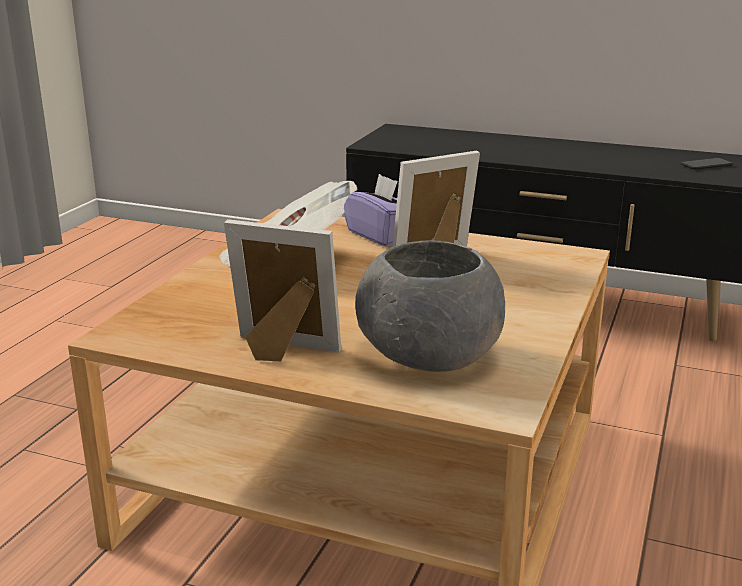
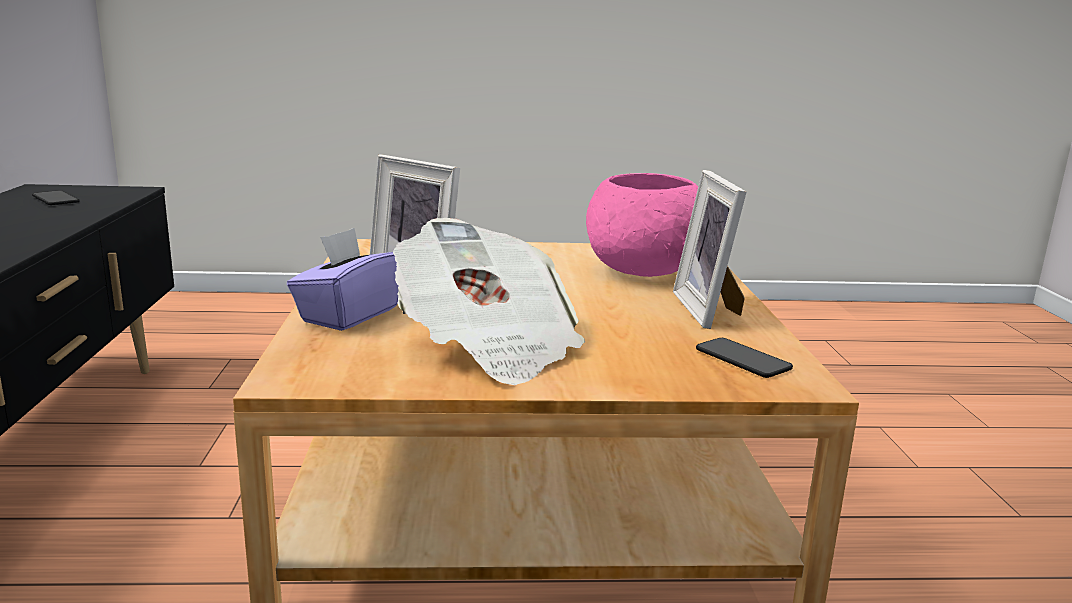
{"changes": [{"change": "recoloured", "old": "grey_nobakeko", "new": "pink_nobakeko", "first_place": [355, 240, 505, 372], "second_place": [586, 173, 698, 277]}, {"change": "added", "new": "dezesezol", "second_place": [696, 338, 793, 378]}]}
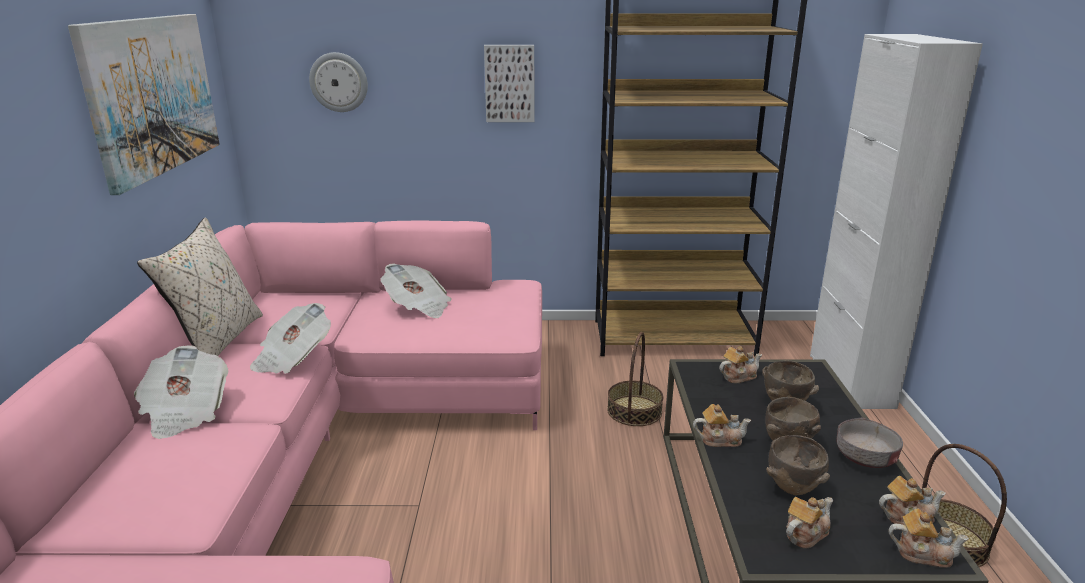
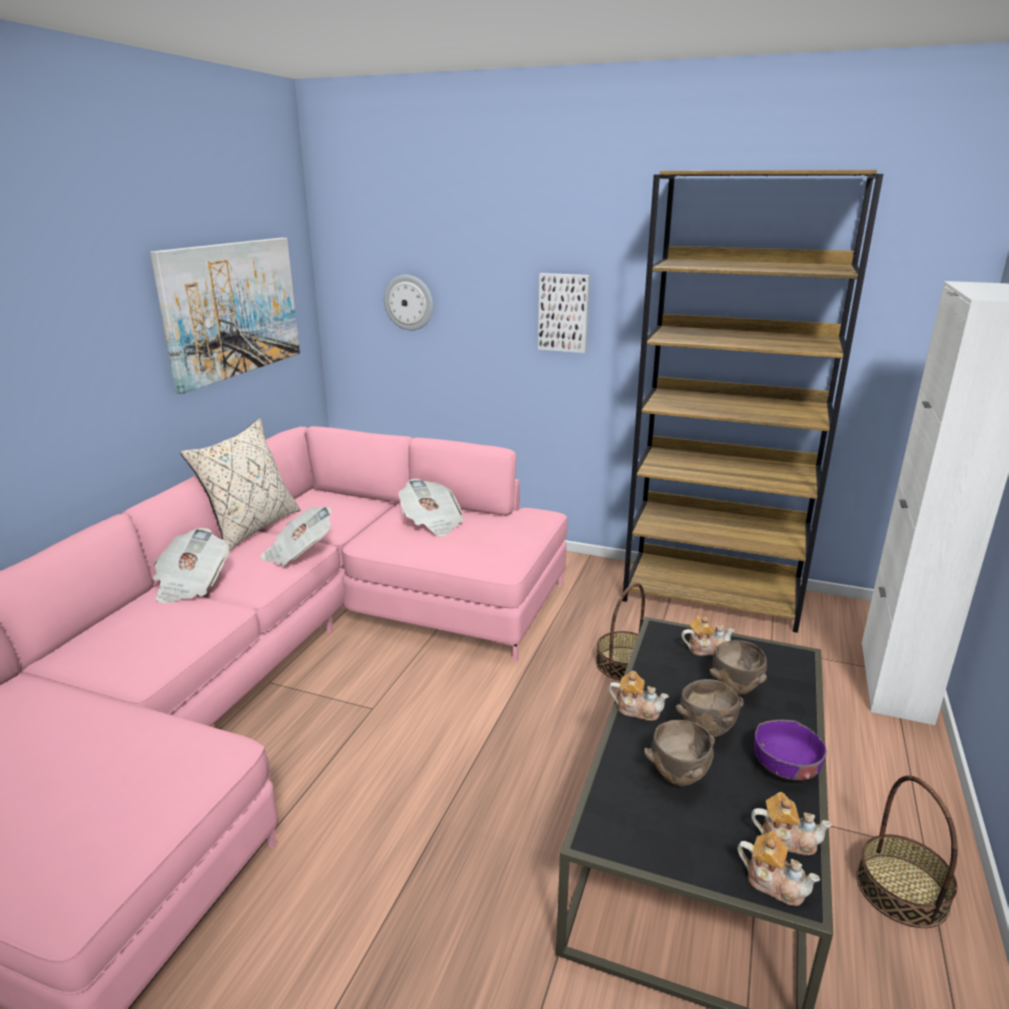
{"changes": [{"change": "recoloured", "old": "grey_nobakeko", "new": "purple_nobakeko", "first_place": [837, 418, 903, 468], "second_place": [754, 720, 827, 781]}, {"change": "removed", "old": "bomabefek", "first_place": [786, 497, 833, 548]}]}
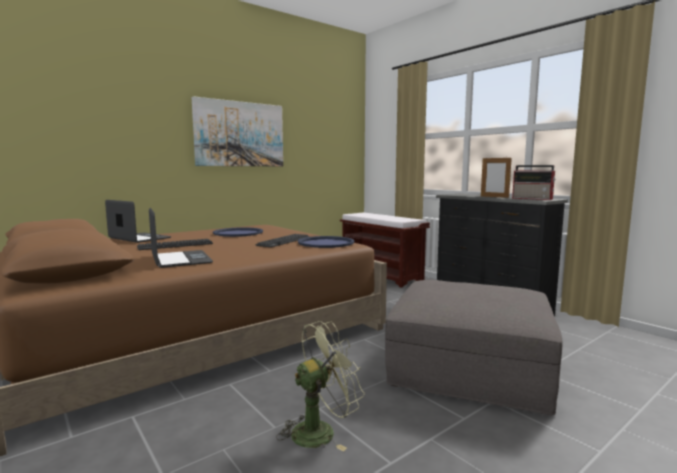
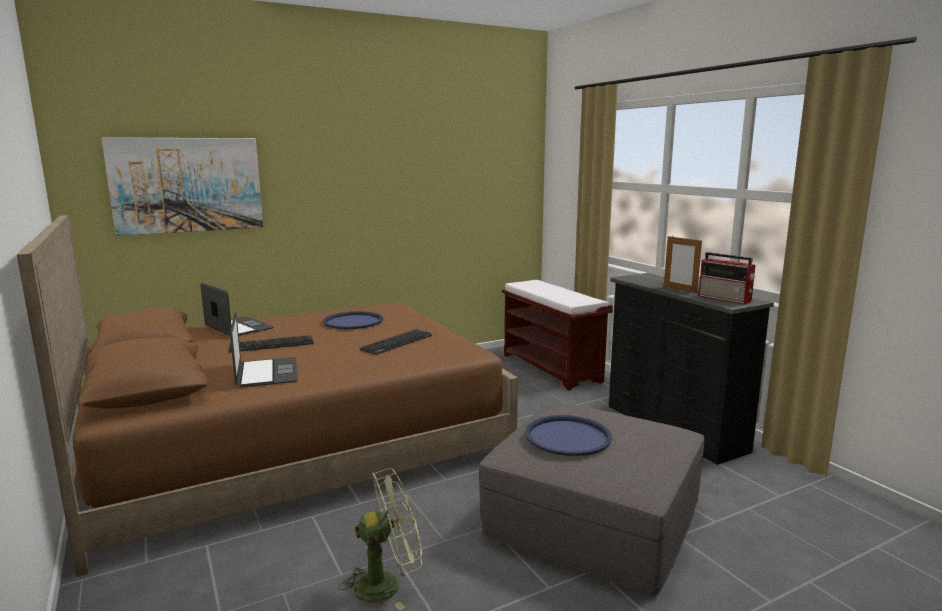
{"changes": [{"change": "moved", "old": "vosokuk", "first_place": [192, 96, 283, 166], "second_place": [102, 137, 263, 236]}, {"change": "moved", "old": "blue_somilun", "first_place": [298, 236, 355, 248], "second_place": [525, 415, 612, 456]}]}
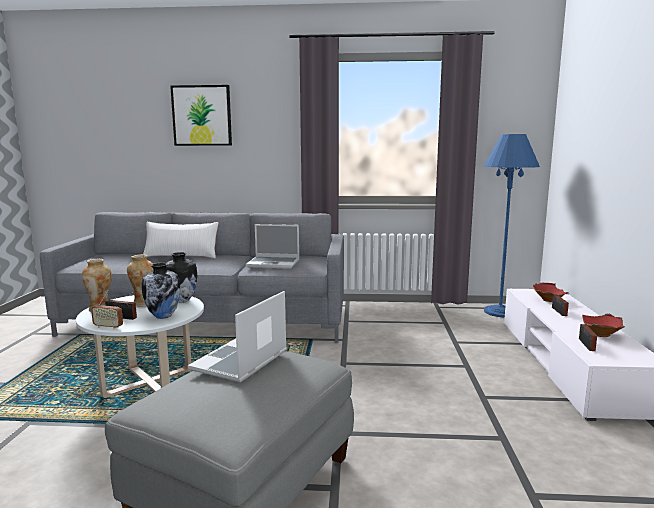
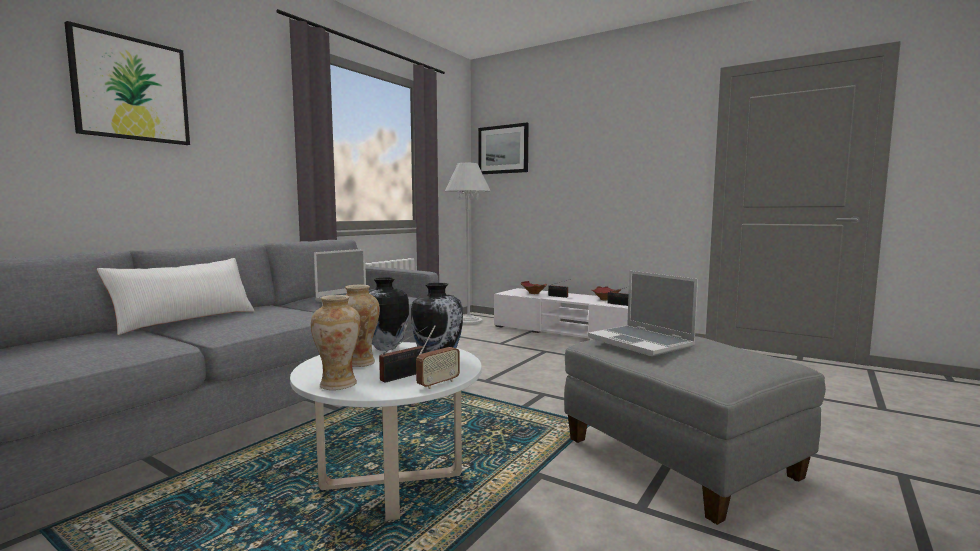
{"changes": [{"change": "recoloured", "old": "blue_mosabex", "new": "white_mosabex", "first_place": [484, 134, 540, 317], "second_place": [445, 163, 491, 325]}, {"change": "added", "new": "vosokuk", "second_place": [478, 123, 528, 174]}]}
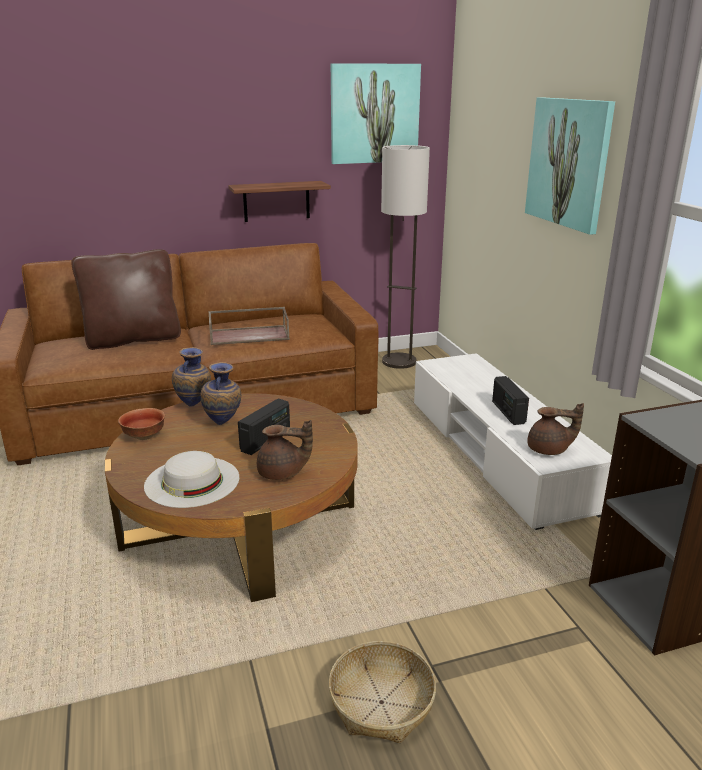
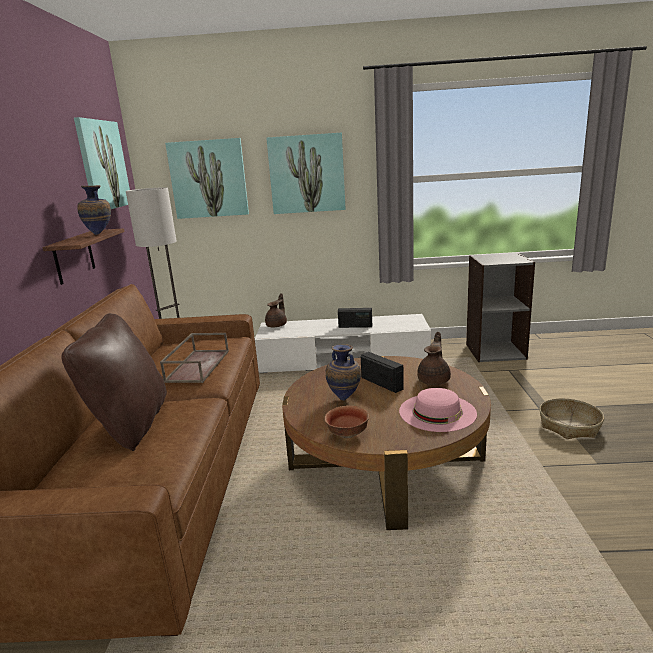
{"changes": [{"change": "moved", "old": "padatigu", "first_place": [172, 347, 211, 407], "second_place": [77, 185, 111, 235]}, {"change": "moved", "old": "brown_bomabefek", "first_place": [528, 403, 584, 455], "second_place": [265, 293, 287, 327]}, {"change": "recoloured", "old": "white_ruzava", "new": "pink_ruzava", "first_place": [144, 451, 239, 508], "second_place": [399, 388, 477, 432]}, {"change": "added", "new": "vosokuk", "second_place": [165, 138, 249, 219]}]}
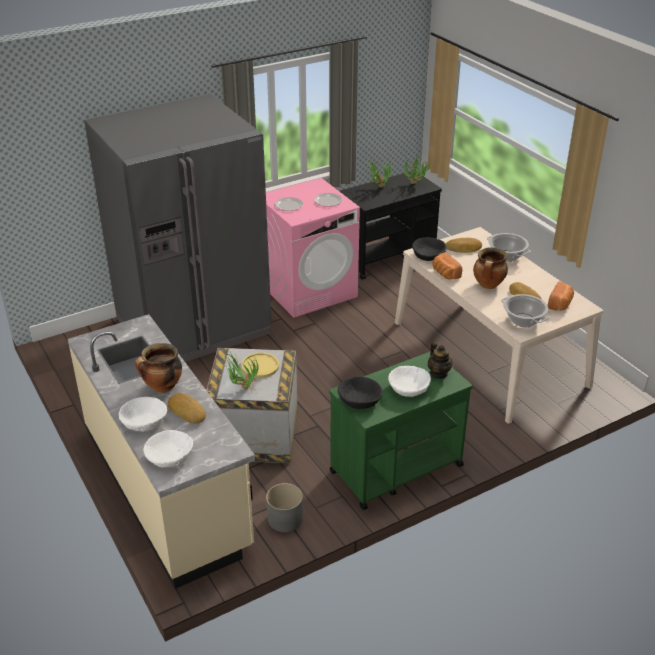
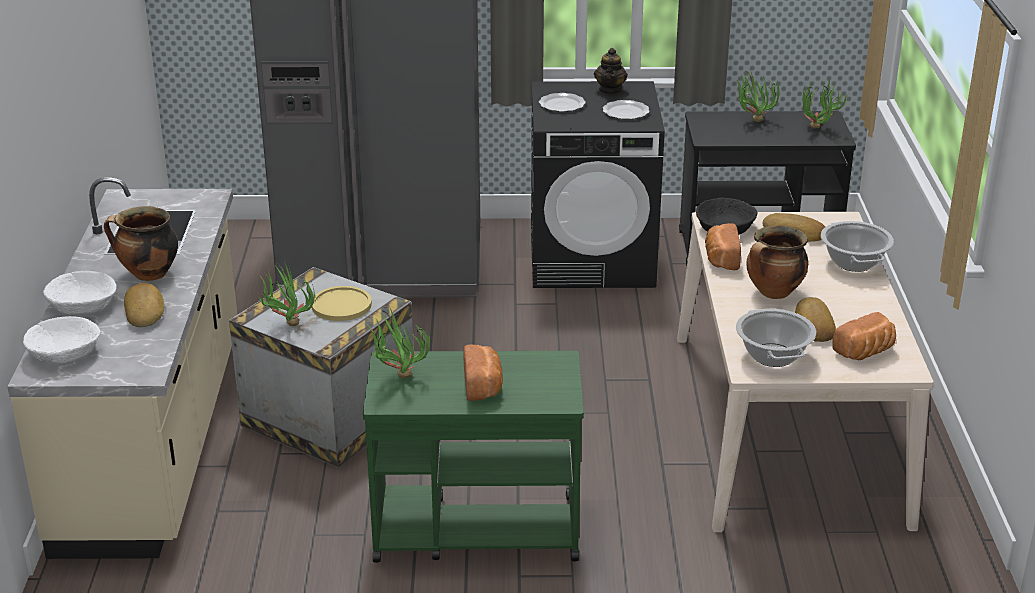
{"changes": [{"change": "recoloured", "old": "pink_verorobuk", "new": "black_verorobuk", "first_place": [266, 178, 360, 318], "second_place": [531, 81, 665, 288]}, {"change": "moved", "old": "bomabefek", "first_place": [428, 342, 453, 379], "second_place": [594, 48, 628, 95]}, {"change": "replaced", "old": "white_nobakeko", "new": "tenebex", "first_place": [388, 366, 431, 397], "second_place": [464, 344, 503, 401]}, {"change": "replaced", "old": "black_nobakeko", "new": "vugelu", "first_place": [338, 376, 383, 409], "second_place": [368, 308, 430, 379]}, {"change": "removed", "old": "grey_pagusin", "first_place": [266, 483, 303, 532]}]}
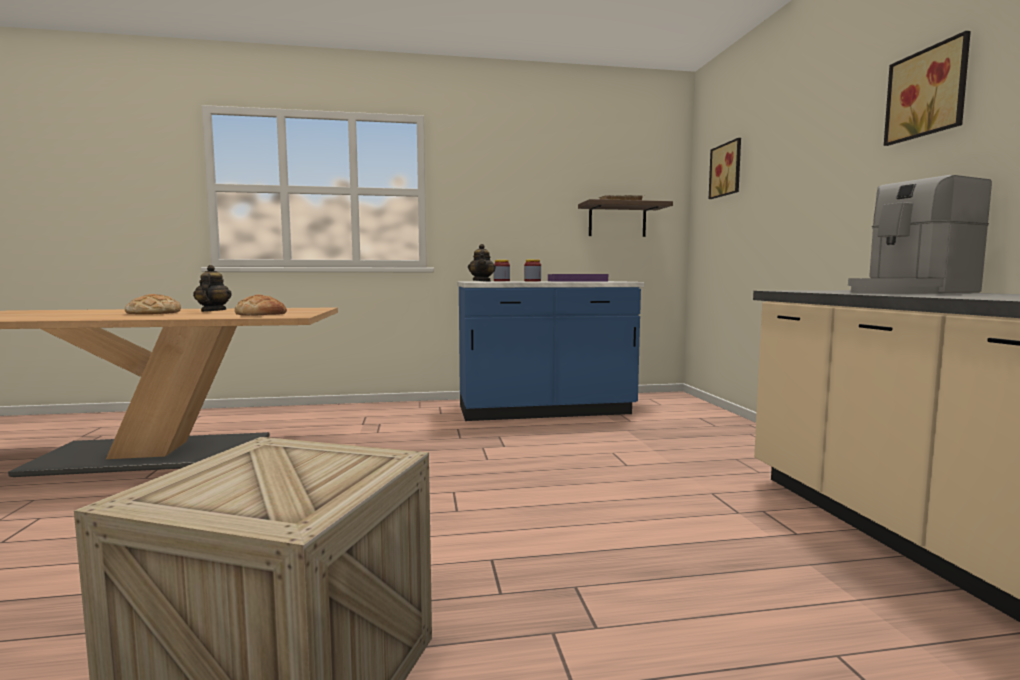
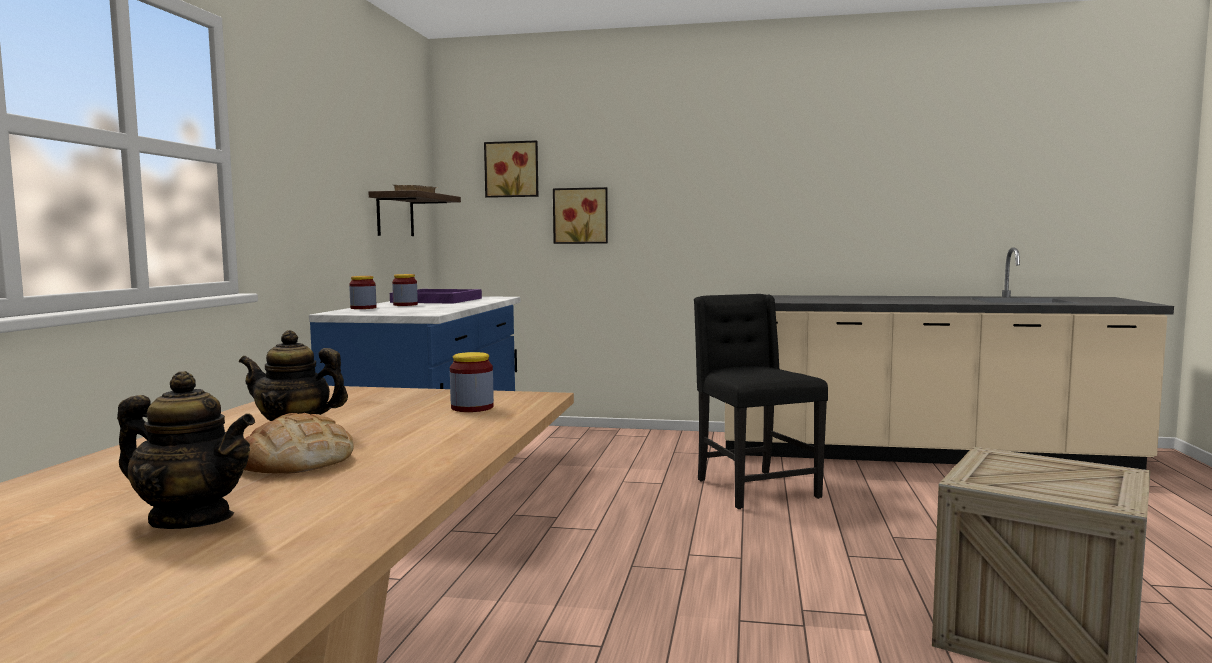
{"changes": [{"change": "moved", "old": "vosokuk", "first_place": [884, 31, 971, 146], "second_place": [553, 187, 608, 244]}, {"change": "removed", "old": "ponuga", "first_place": [848, 175, 992, 294]}, {"change": "moved", "old": "bomabefek", "first_place": [468, 244, 496, 282], "second_place": [117, 371, 255, 529]}, {"change": "replaced", "old": "tenebex", "new": "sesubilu", "first_place": [235, 294, 287, 316], "second_place": [450, 352, 494, 412]}, {"change": "added", "new": "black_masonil", "second_place": [694, 294, 828, 509]}]}
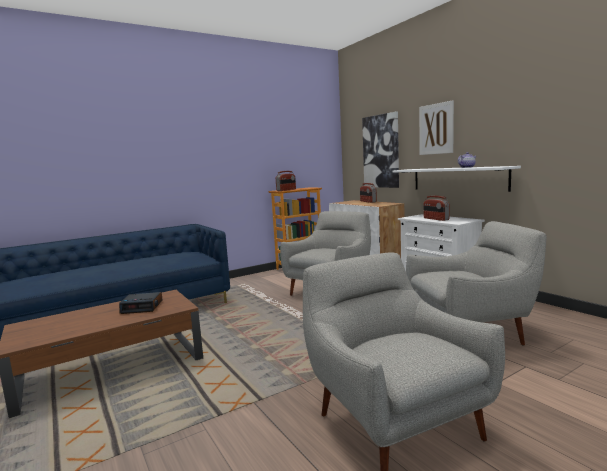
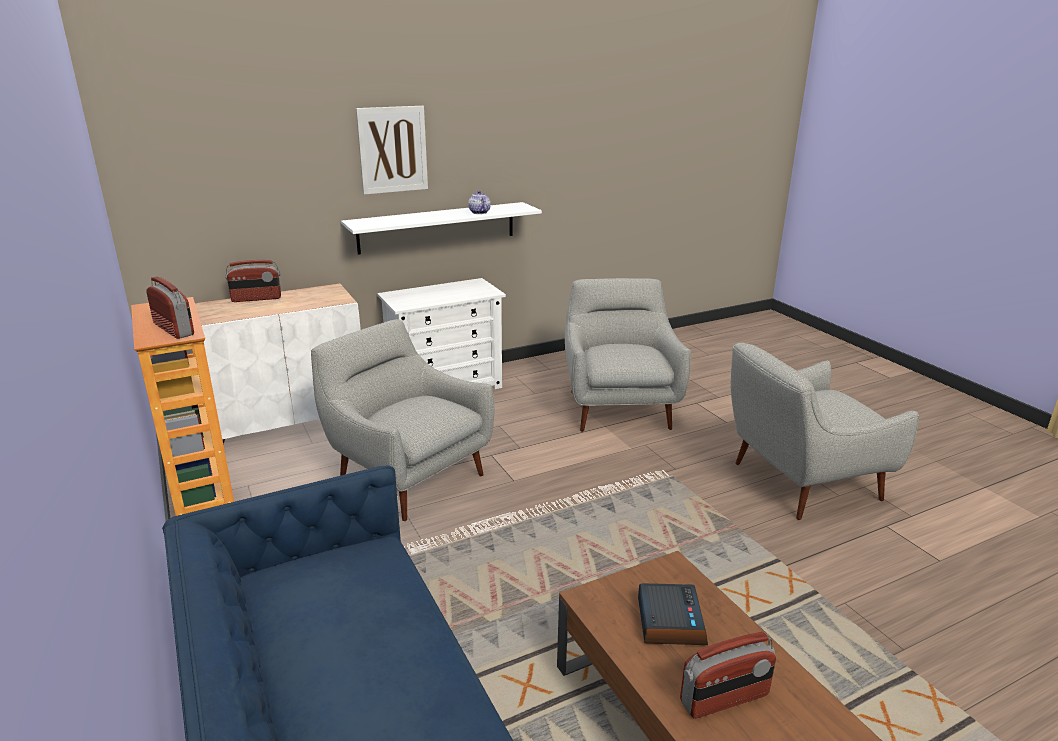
{"changes": [{"change": "removed", "old": "vosokuk", "first_place": [362, 112, 399, 188]}, {"change": "moved", "old": "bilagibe", "first_place": [424, 196, 450, 221], "second_place": [680, 632, 776, 719]}]}
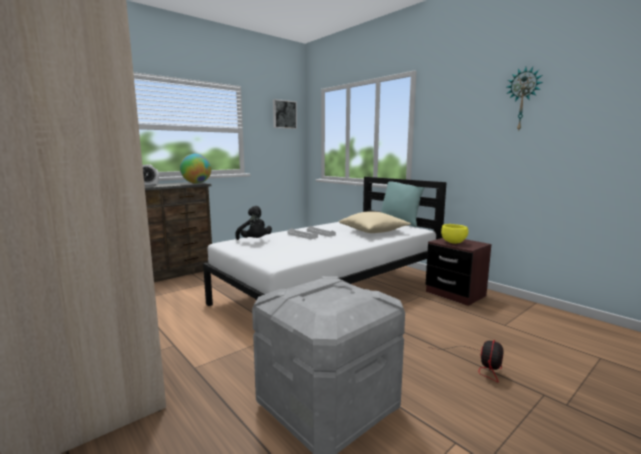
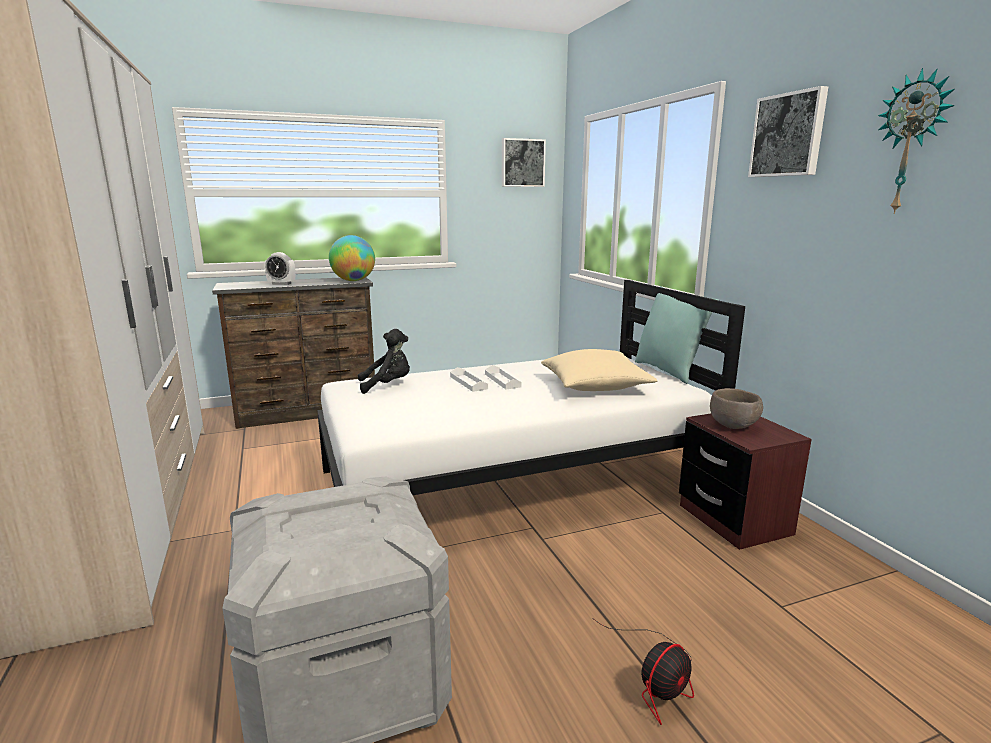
{"changes": [{"change": "turned", "old": "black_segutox", "first_place": [235, 206, 272, 240], "second_place": [358, 329, 410, 394], "degrees": -90}, {"change": "recoloured", "old": "yellow_nobakeko", "new": "brown_nobakeko", "first_place": [441, 224, 468, 244], "second_place": [710, 388, 763, 429]}, {"change": "added", "new": "vosokuk", "second_place": [748, 86, 828, 177]}]}
